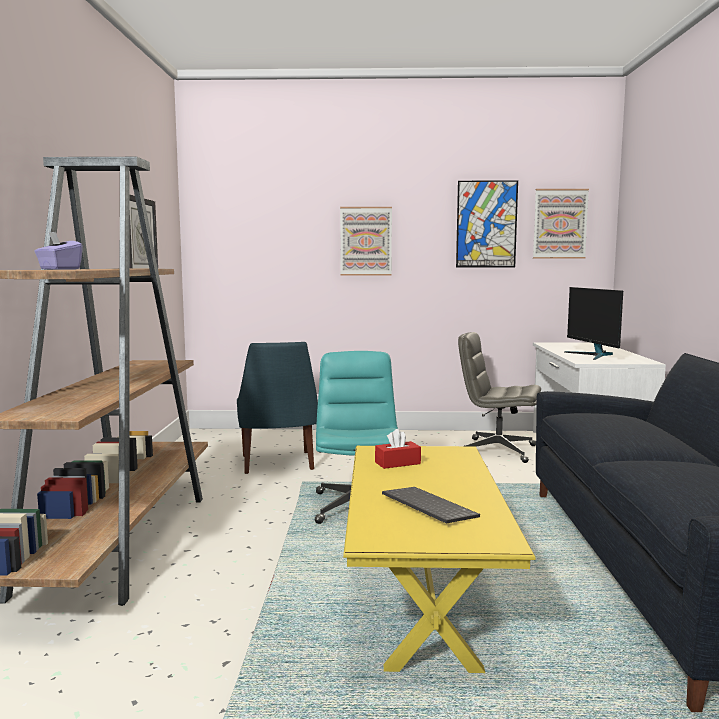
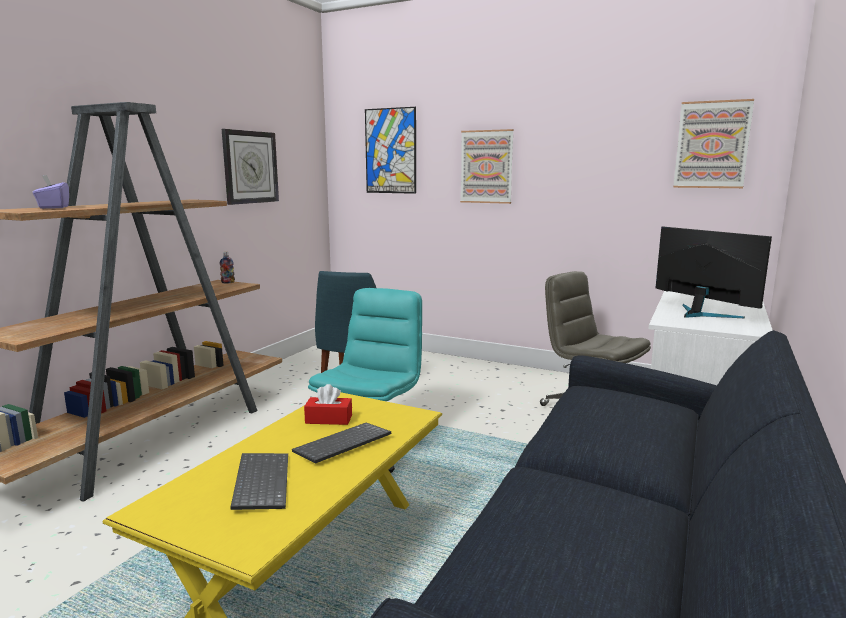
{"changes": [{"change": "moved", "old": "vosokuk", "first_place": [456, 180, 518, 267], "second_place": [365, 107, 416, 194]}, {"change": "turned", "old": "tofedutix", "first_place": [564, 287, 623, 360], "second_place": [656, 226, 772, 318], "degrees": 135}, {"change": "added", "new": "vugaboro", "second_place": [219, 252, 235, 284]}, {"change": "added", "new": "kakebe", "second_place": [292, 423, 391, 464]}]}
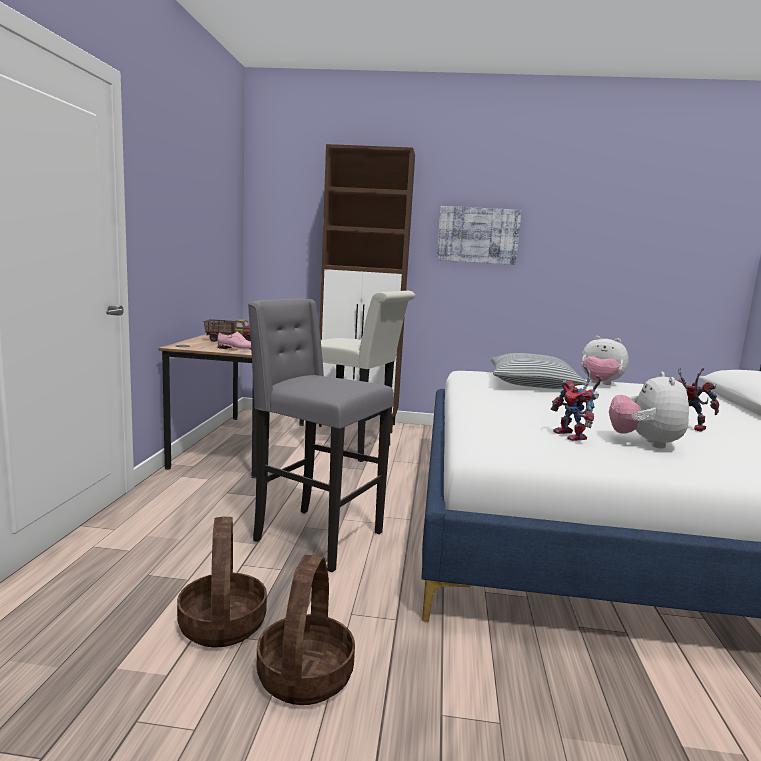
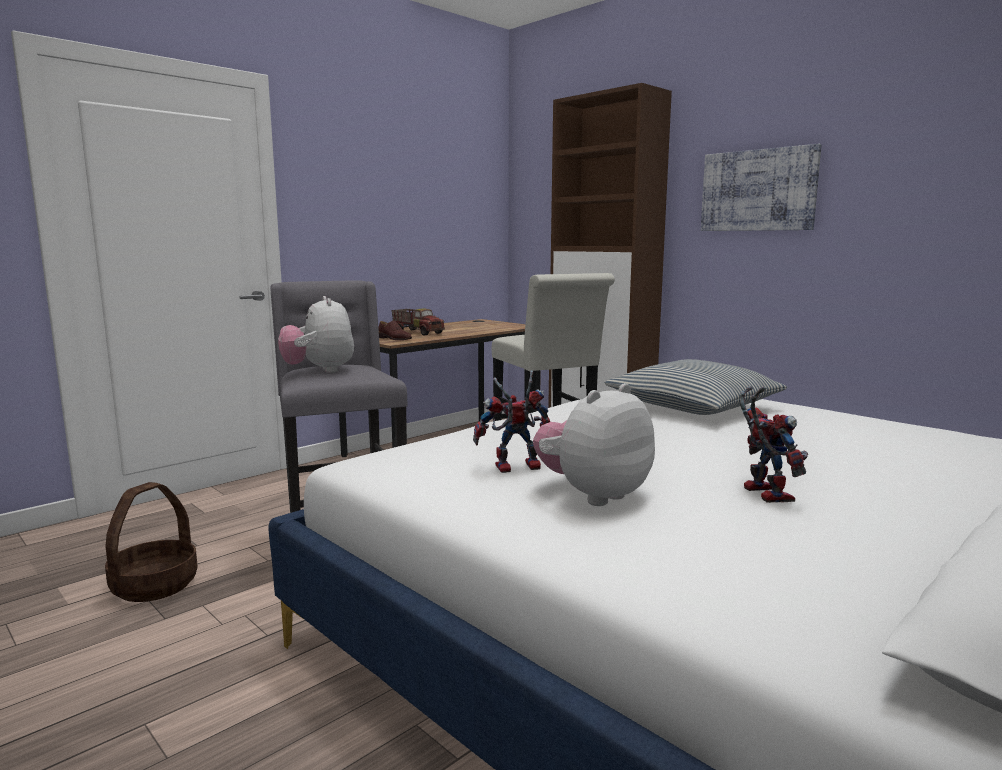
{"changes": [{"change": "recoloured", "old": "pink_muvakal", "new": "brown_muvakal", "first_place": [218, 332, 251, 350], "second_place": [378, 320, 412, 340]}, {"change": "moved", "old": "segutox", "first_place": [581, 336, 629, 385], "second_place": [278, 296, 354, 373]}, {"change": "turned", "old": "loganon", "first_place": [551, 366, 602, 441], "second_place": [473, 371, 550, 473], "degrees": 60}, {"change": "removed", "old": "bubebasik", "first_place": [257, 555, 355, 705]}]}
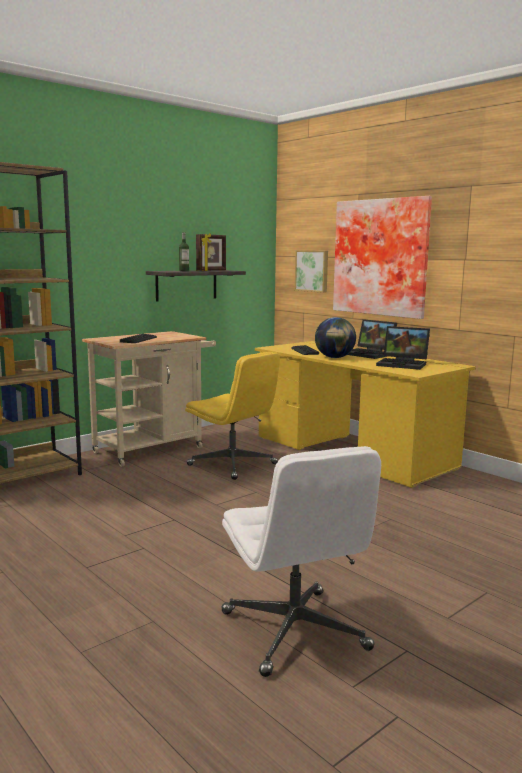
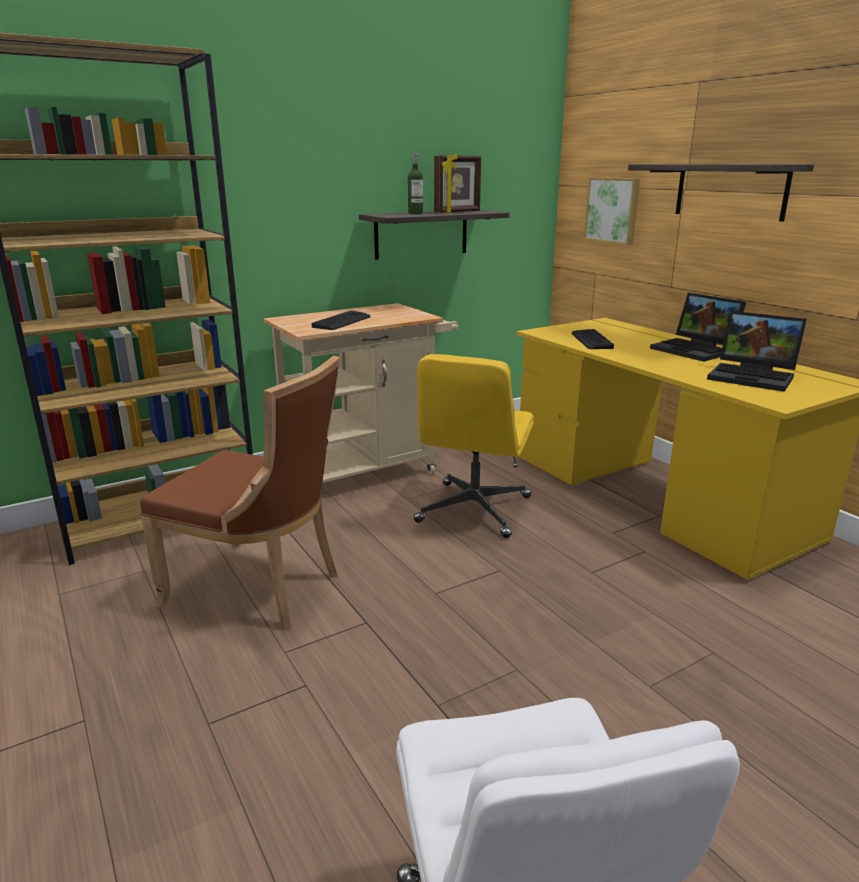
{"changes": [{"change": "replaced", "old": "vosokuk", "new": "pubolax", "first_place": [333, 196, 432, 319], "second_place": [628, 164, 814, 221]}, {"change": "removed", "old": "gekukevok", "first_place": [315, 317, 356, 358]}, {"change": "turned", "old": "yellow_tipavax", "first_place": [185, 352, 280, 480], "second_place": [414, 354, 534, 538], "degrees": 60}, {"change": "added", "new": "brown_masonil", "second_place": [140, 356, 340, 630]}]}
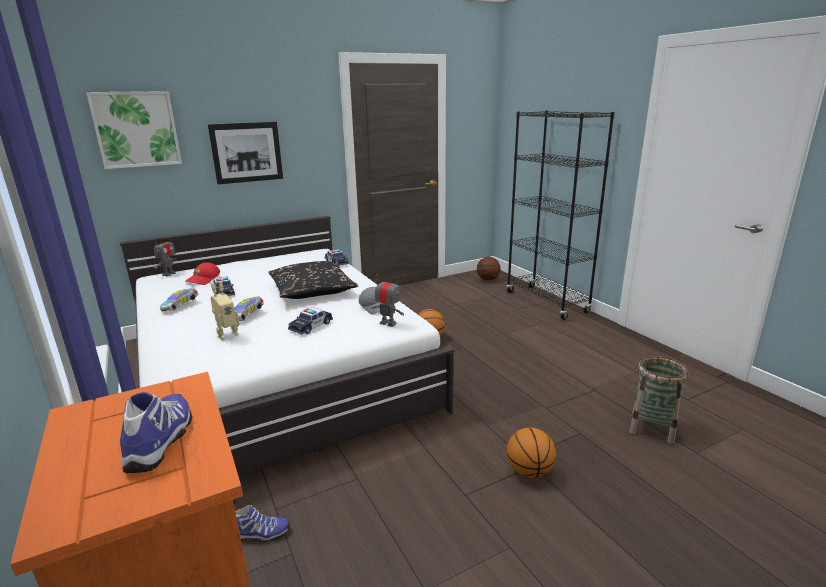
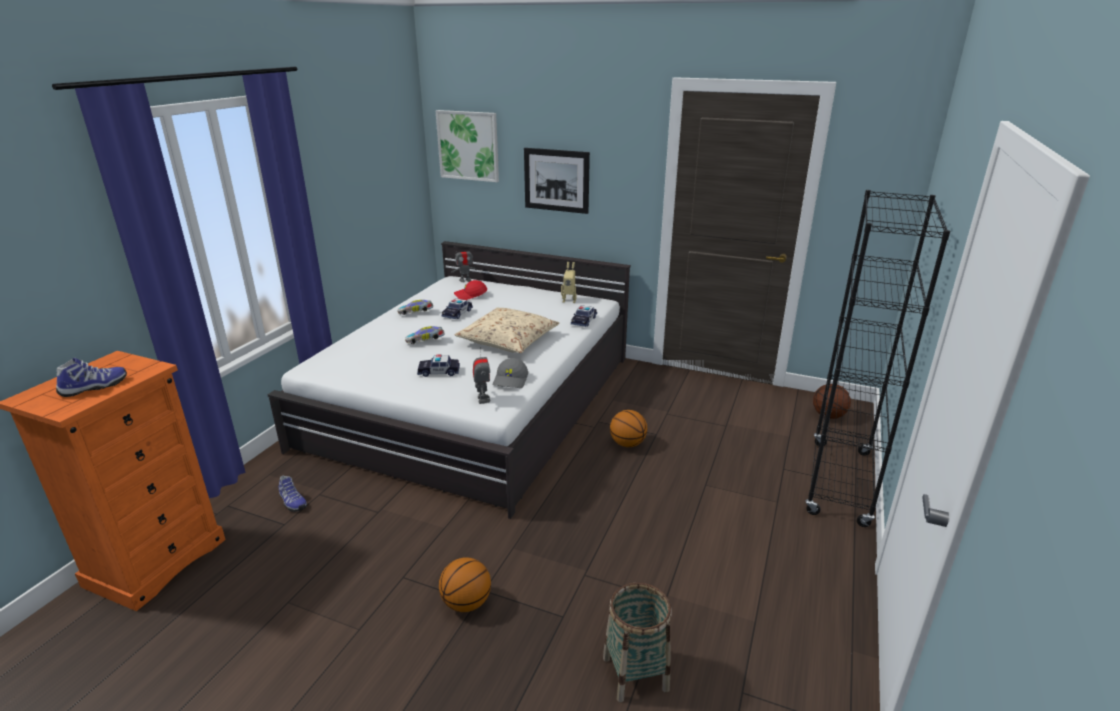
{"changes": [{"change": "recoloured", "old": "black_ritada", "new": "beige_ritada", "first_place": [268, 261, 358, 299], "second_place": [455, 308, 559, 353]}, {"change": "moved", "old": "loganon", "first_place": [210, 282, 239, 340], "second_place": [561, 262, 576, 303]}]}
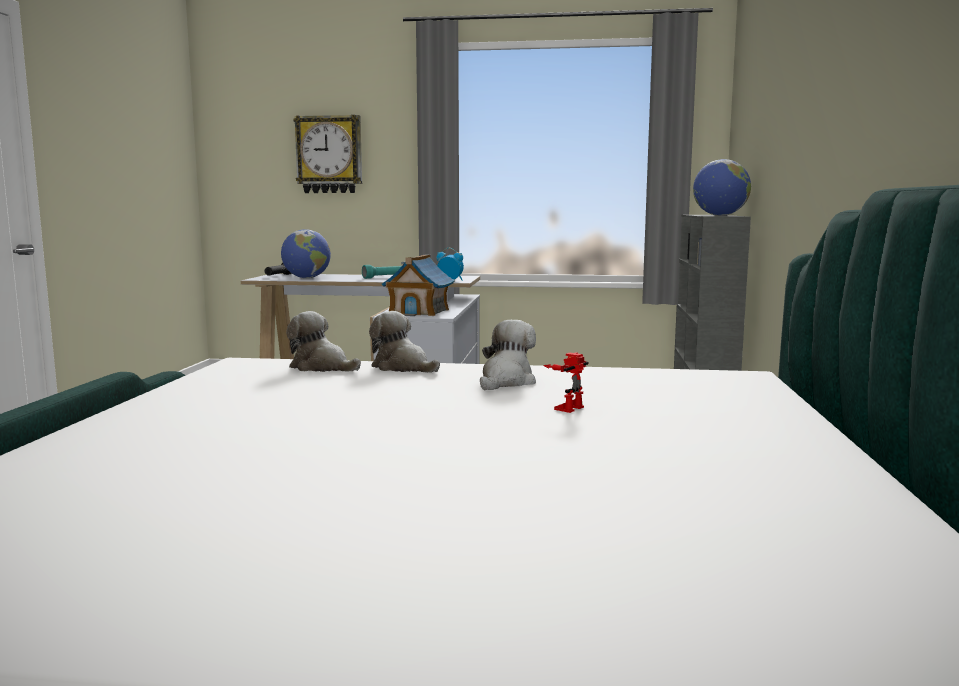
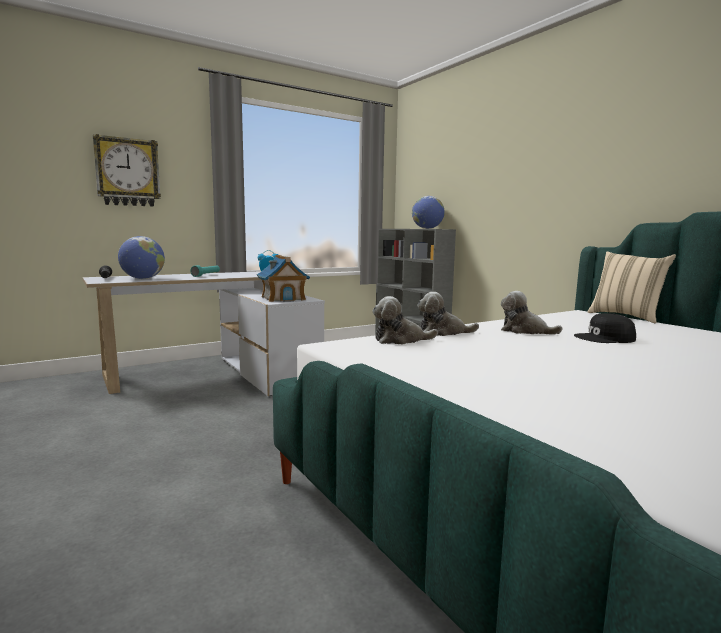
{"changes": [{"change": "turned", "old": "segutox", "first_place": [480, 320, 536, 390], "second_place": [501, 291, 563, 335], "degrees": -45}, {"change": "replaced", "old": "loganon", "new": "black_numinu", "first_place": [543, 352, 589, 413], "second_place": [574, 313, 636, 343]}, {"change": "added", "new": "beige_ritada", "second_place": [587, 252, 676, 323]}]}
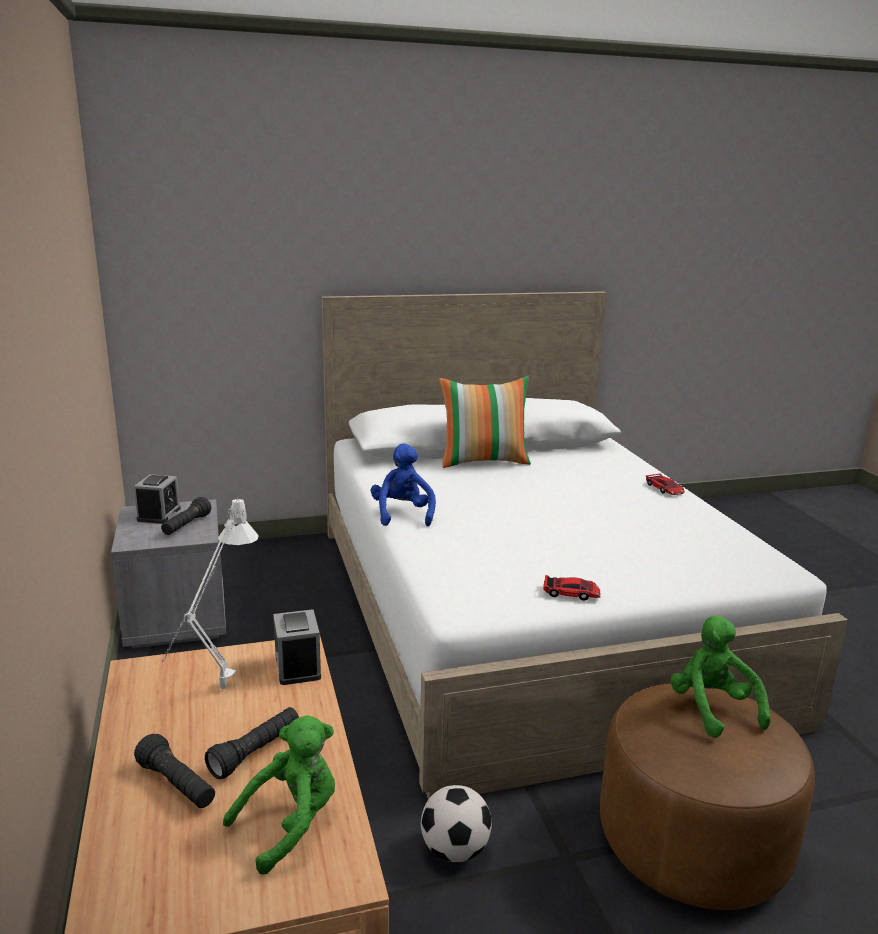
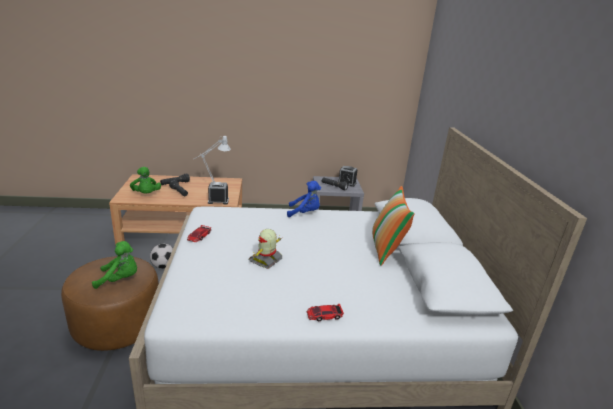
{"changes": [{"change": "added", "new": "loganon", "second_place": [248, 229, 283, 269]}]}
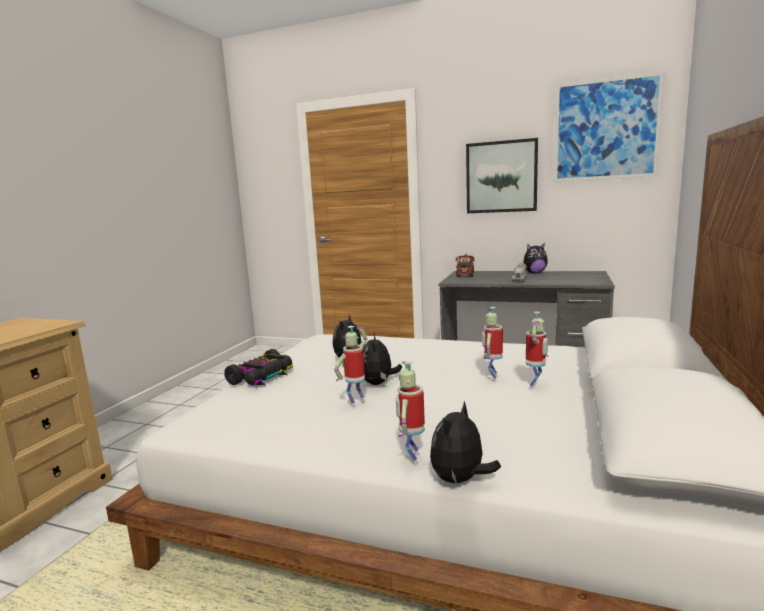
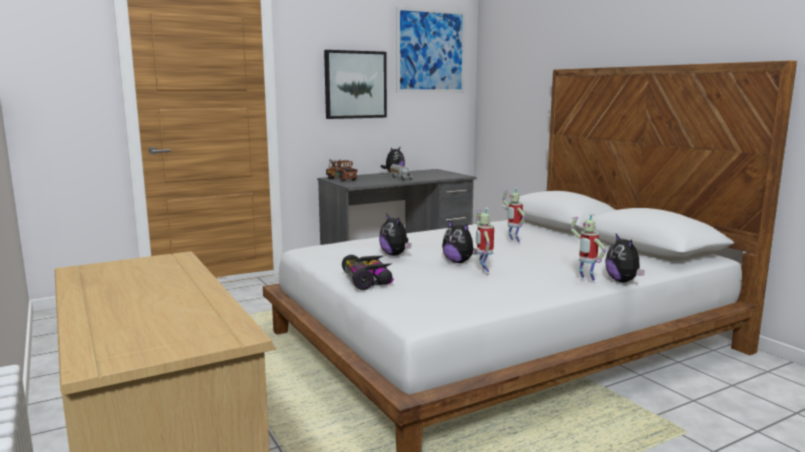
{"changes": [{"change": "removed", "old": "loganon", "first_place": [526, 311, 548, 389]}]}
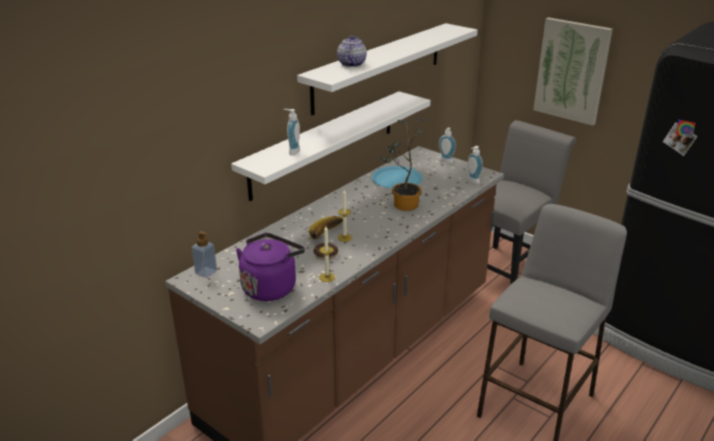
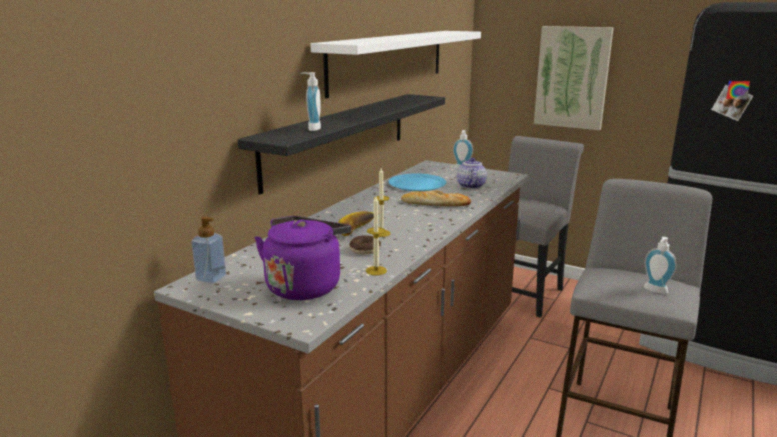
{"changes": [{"change": "moved", "old": "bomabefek", "first_place": [337, 35, 367, 67], "second_place": [457, 158, 487, 189]}, {"change": "recoloured", "old": "white_pubolax", "new": "black_pubolax", "first_place": [231, 91, 430, 201], "second_place": [238, 94, 445, 194]}, {"change": "replaced", "old": "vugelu", "new": "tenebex", "first_place": [381, 119, 424, 211], "second_place": [401, 191, 471, 206]}, {"change": "moved", "old": "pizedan", "first_place": [467, 146, 483, 184], "second_place": [644, 237, 677, 294]}]}
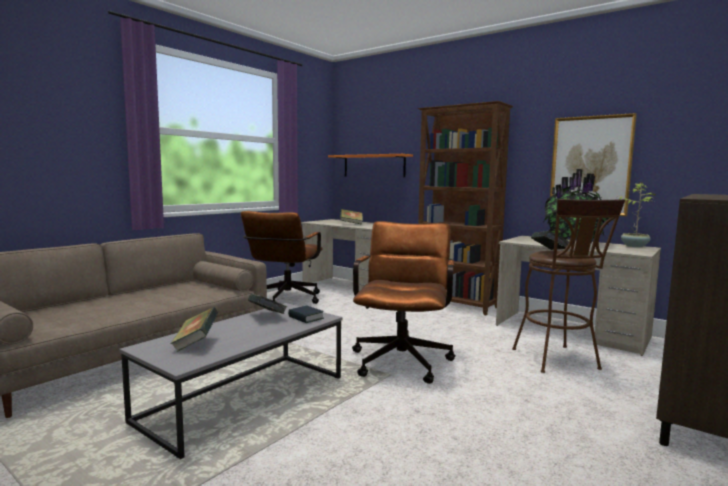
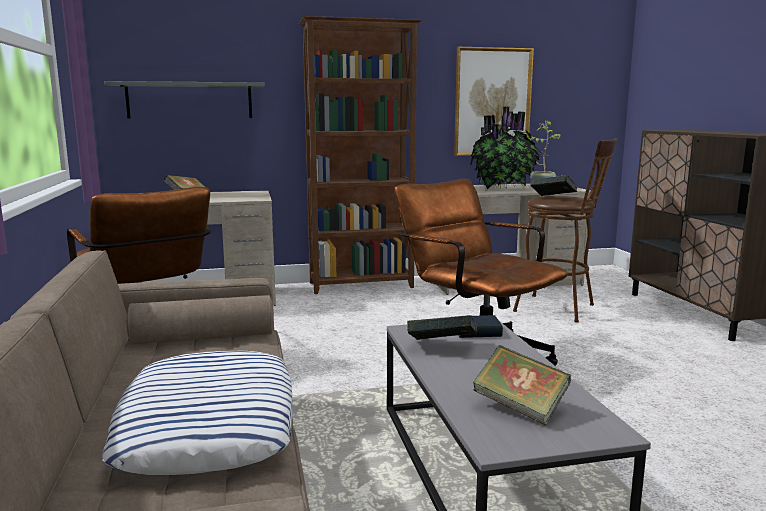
{"changes": [{"change": "recoloured", "old": "orange_pubolax", "new": "grey_pubolax", "first_place": [328, 154, 413, 177], "second_place": [104, 81, 265, 119]}, {"change": "added", "new": "ritada", "second_place": [102, 350, 293, 475]}]}
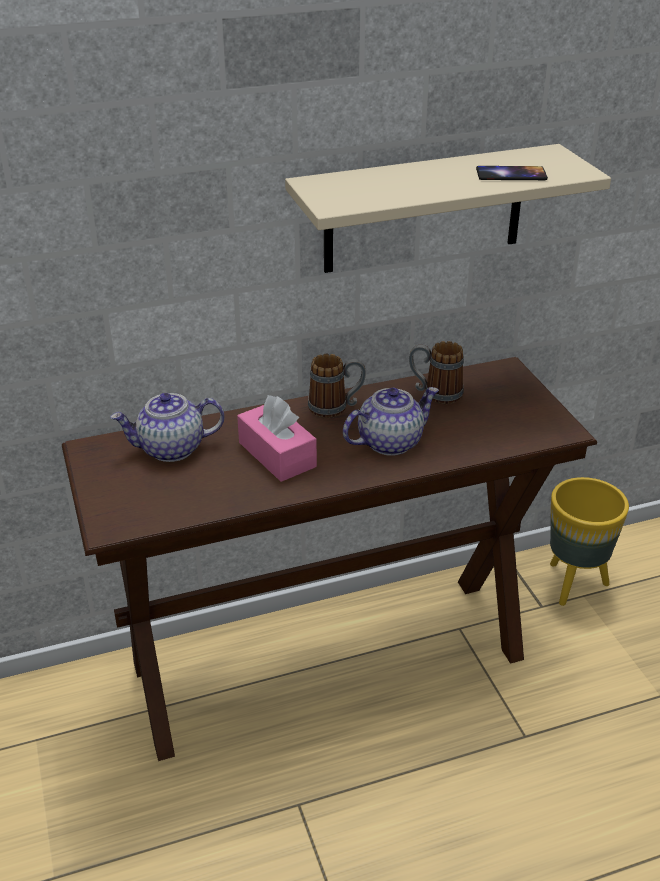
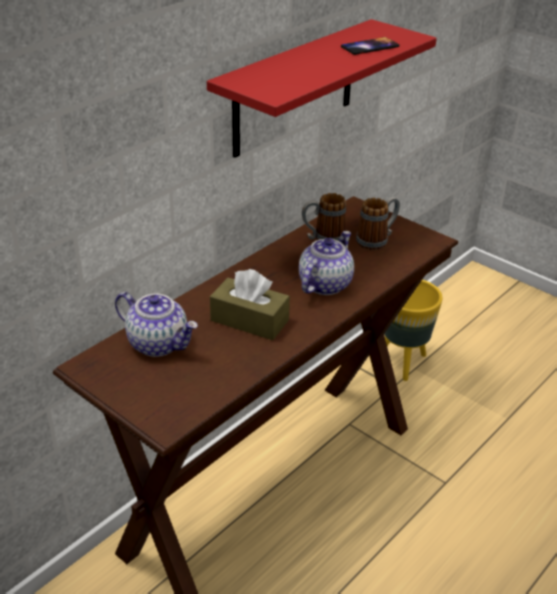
{"changes": [{"change": "recoloured", "old": "beige_pubolax", "new": "red_pubolax", "first_place": [285, 144, 611, 273], "second_place": [207, 19, 437, 158]}, {"change": "moved", "old": "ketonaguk", "first_place": [308, 354, 366, 418], "second_place": [356, 197, 400, 250]}, {"change": "turned", "old": "bomabefek", "first_place": [110, 393, 224, 462], "second_place": [115, 292, 198, 357], "degrees": -105}, {"change": "recoloured", "old": "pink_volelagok", "new": "brown_volelagok", "first_place": [237, 395, 317, 482], "second_place": [210, 269, 290, 340]}]}
